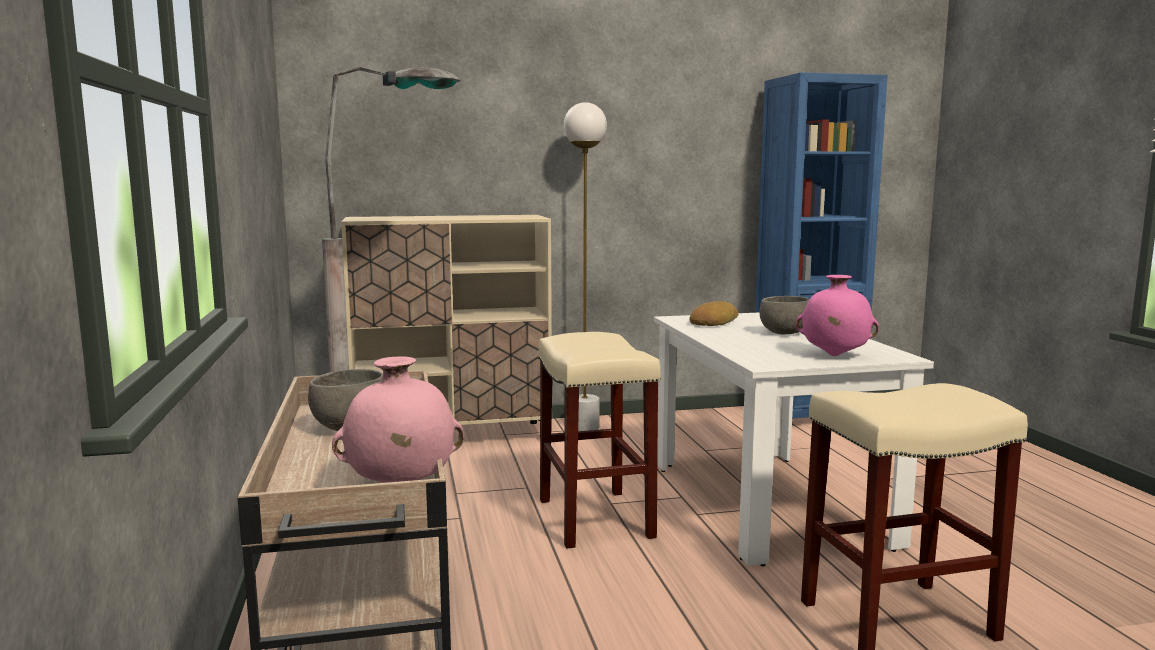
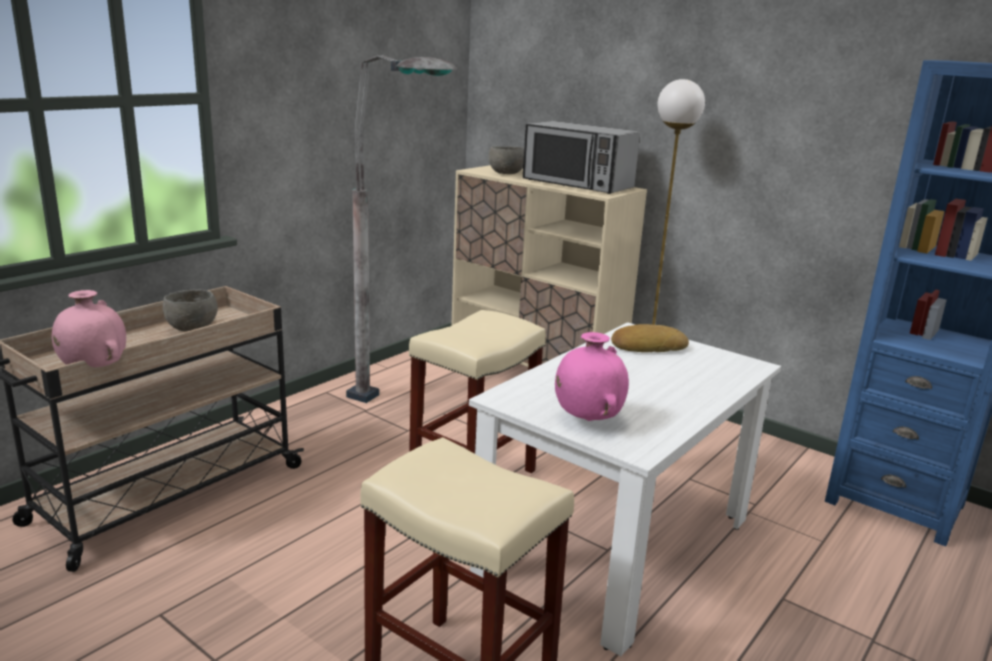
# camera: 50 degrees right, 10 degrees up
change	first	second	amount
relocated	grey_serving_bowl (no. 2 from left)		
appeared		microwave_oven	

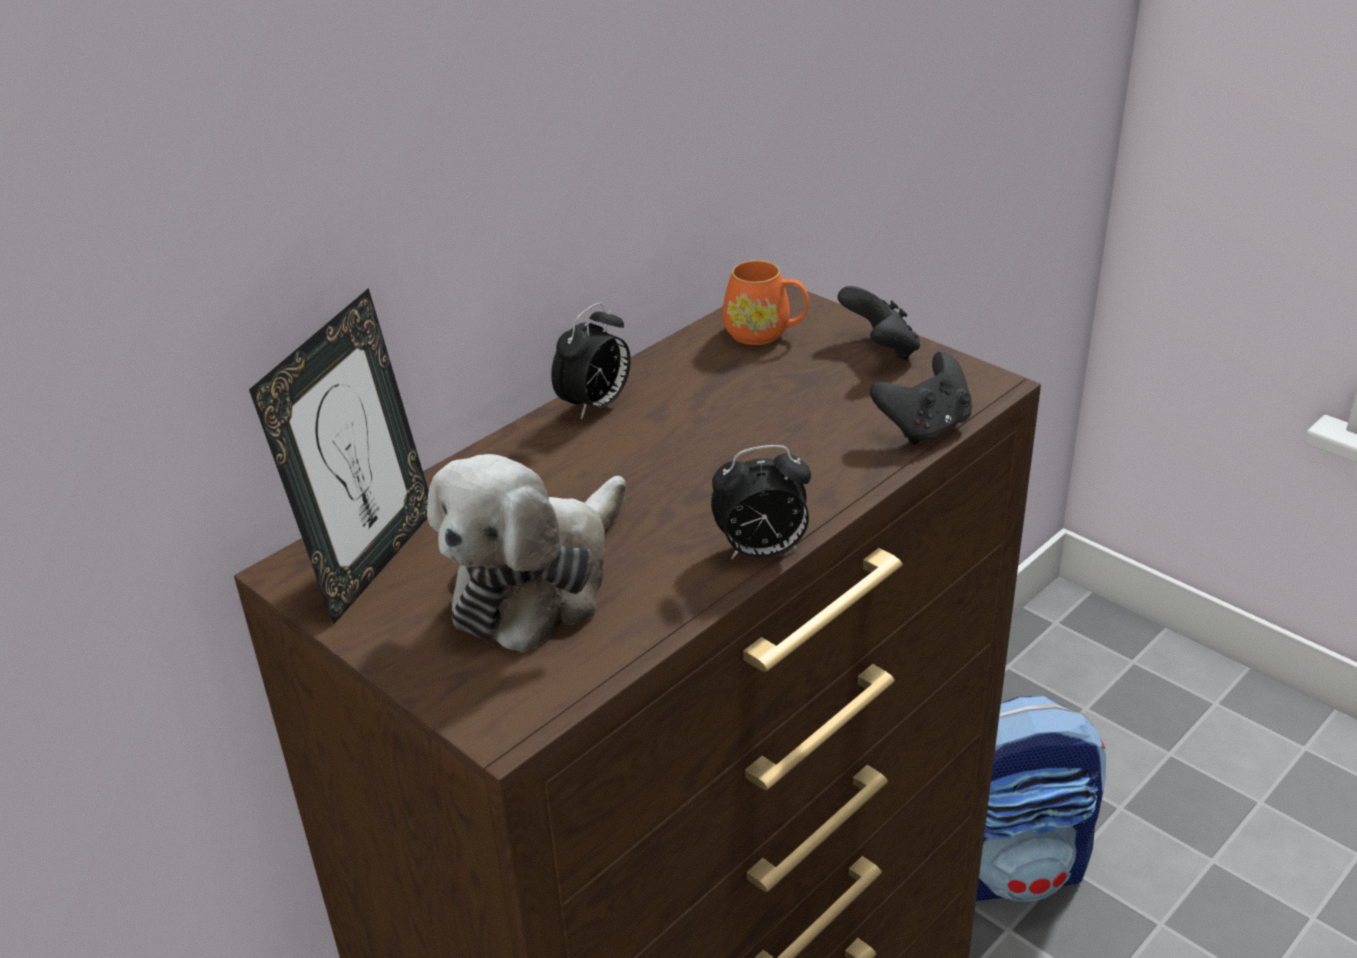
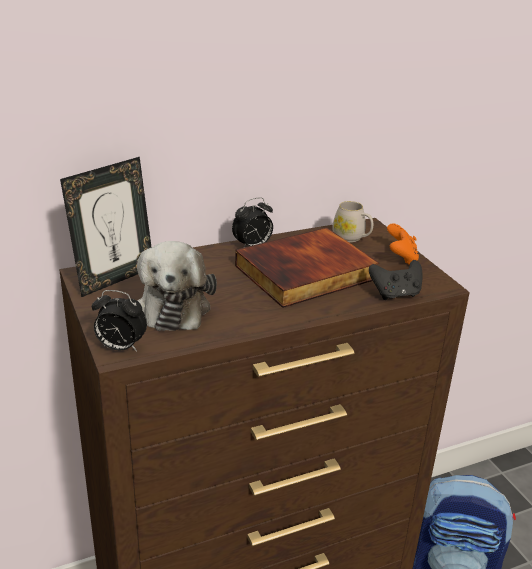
# camera: 20 degrees right, 5 degrees down
change	first	second	amount
relocated	bedside_clock (no. 2 from left in the first image)	bedside_clock (no. 1 from left)	
spun	plush_toy		60 degrees counterclockwise
appeared		book	
colour	orange_coffee_mug	whitish_coffee_mug	
colour	black-coloured_gamepad (no. 1 from left)	orange_gamepad	

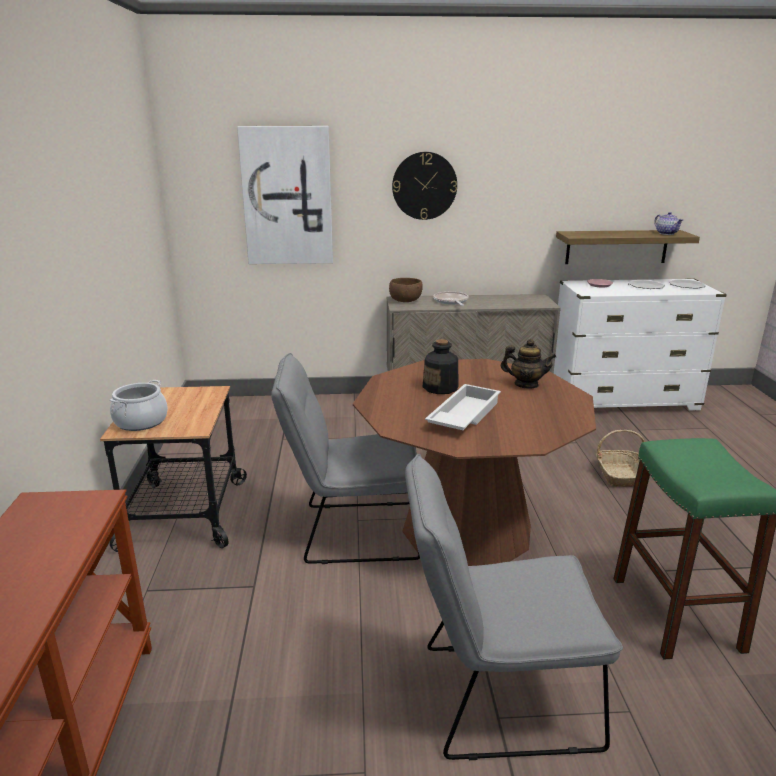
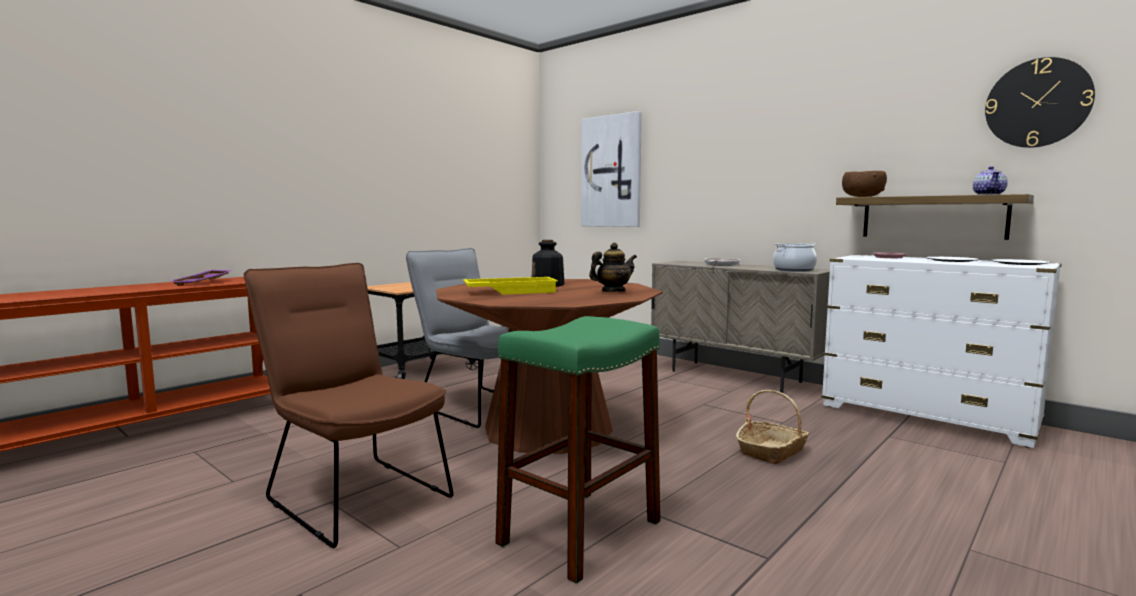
# camera: 45 degrees right, 15 degrees down
change	first	second	amount
appeared		purple-coloured_carrying_tray	
colour	grey_plain_chair (no. 2 from left)	brownish_plain_chair	
colour	whitish_carrying_tray	yellow_carrying_tray	
spun	tea_pot (no. 1 from left)		90 degrees counterclockwise
relocated	cooking_pot		
relocated	brownish_serving_bowl		
relocated	hanging_clock		

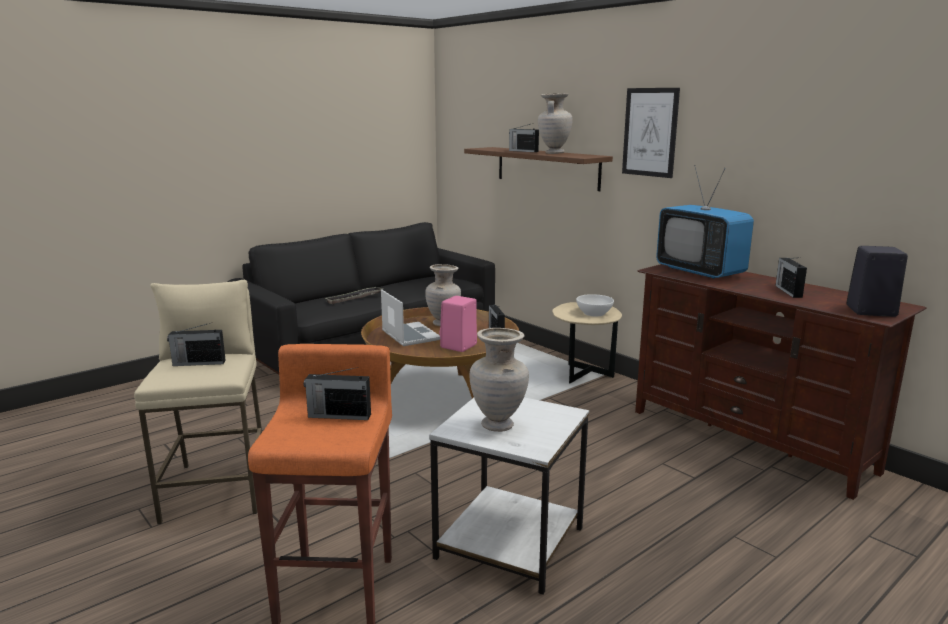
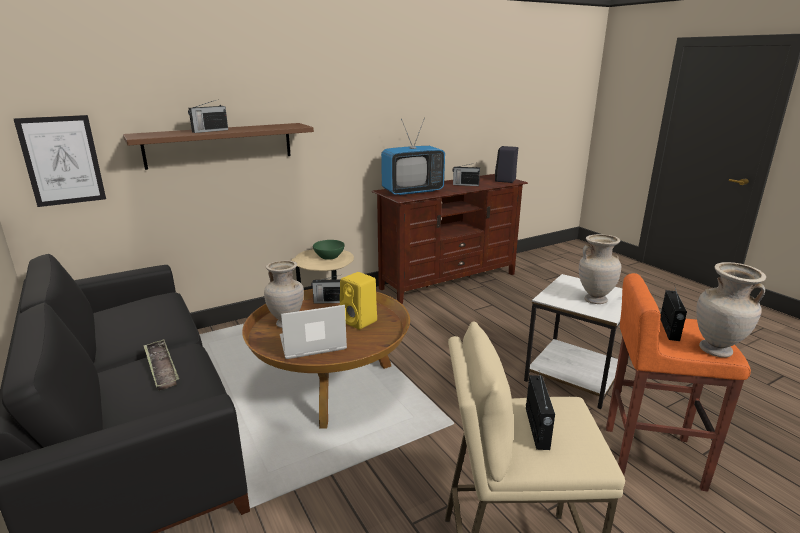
# camera: 80 degrees left, 5 degrees up
change	first	second	amount
relocated	wall_picture		
colour	whitish_serving_bowl	green_serving_bowl	
colour	pinkish_speaker	yellow_speaker	
relocated	beige_decorative_vase (no. 3 from left)		

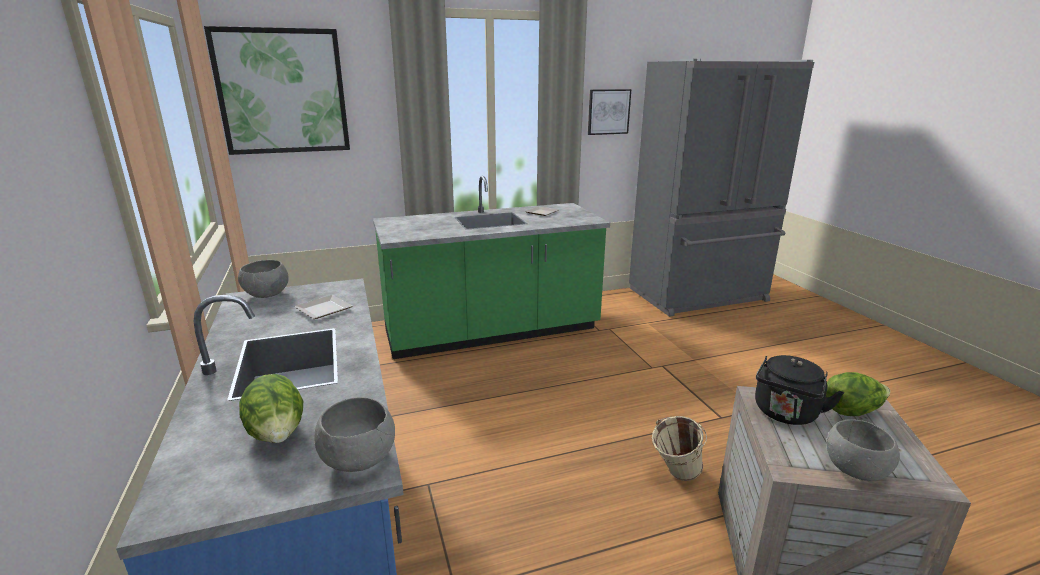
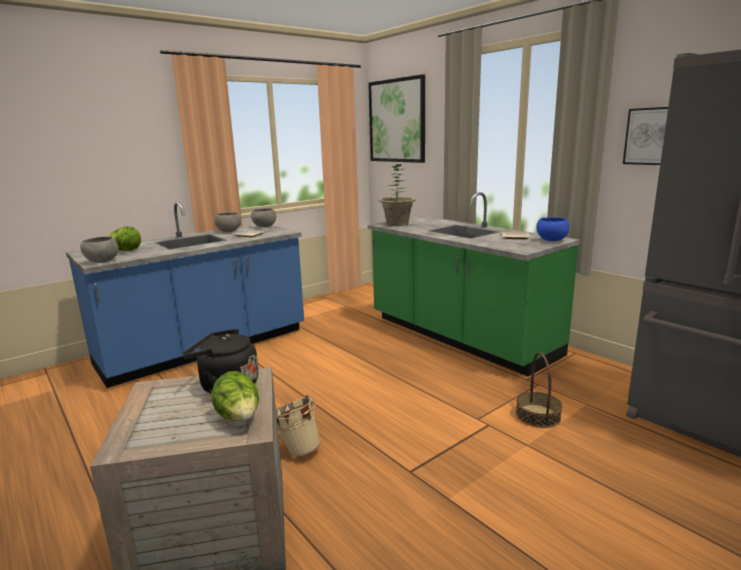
# camera: 70 degrees right, 5 degrees down
change	first	second	amount
relocated	grey_serving_bowl (no. 3 from left in the first image)	grey_serving_bowl (no. 2 from left)	
appeared		houseplant	
appeared		storage_basket	
appeared		bluish_serving_bowl	

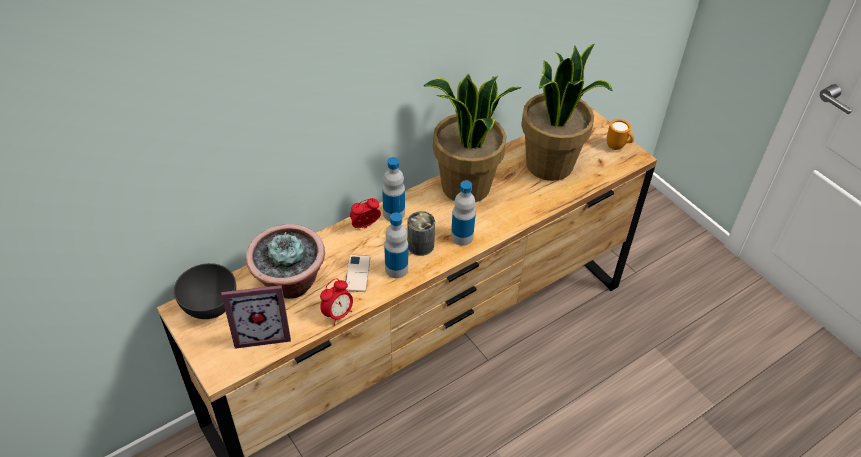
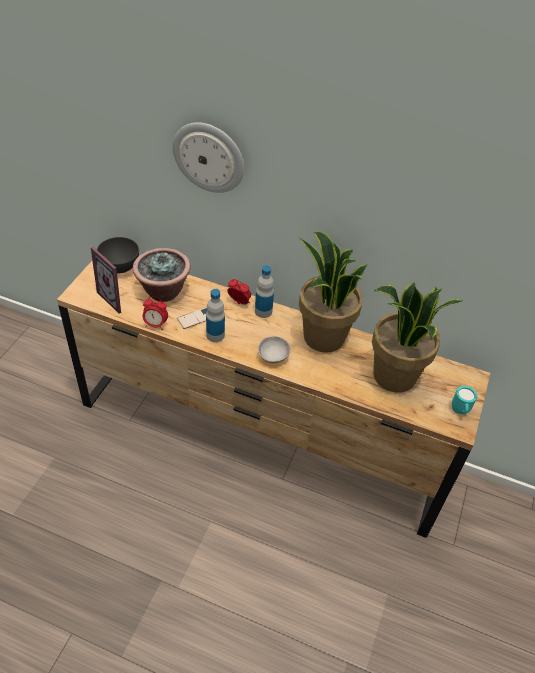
# camera: 55 degrees right, 0 degrees up
change	first	second	amount
appeared		hanging_clock	
exchanged	drink_bottle (no. 3 from left)	grey_serving_bowl (no. 2 from left)	
colour	orange_coffee_mug	blue-green_coffee_mug	
missing	sealed_can		

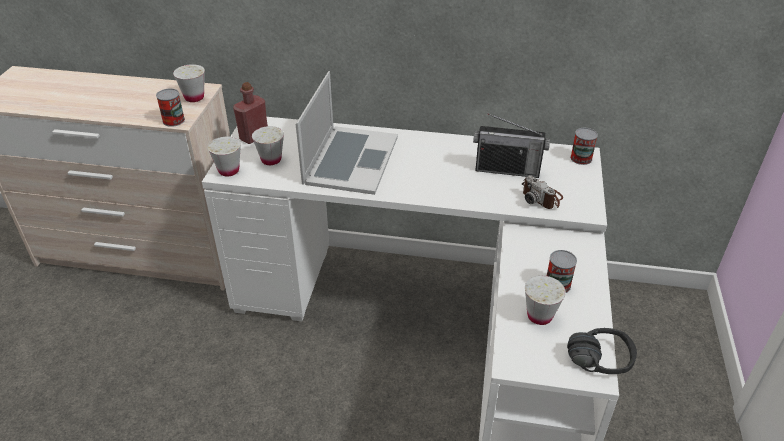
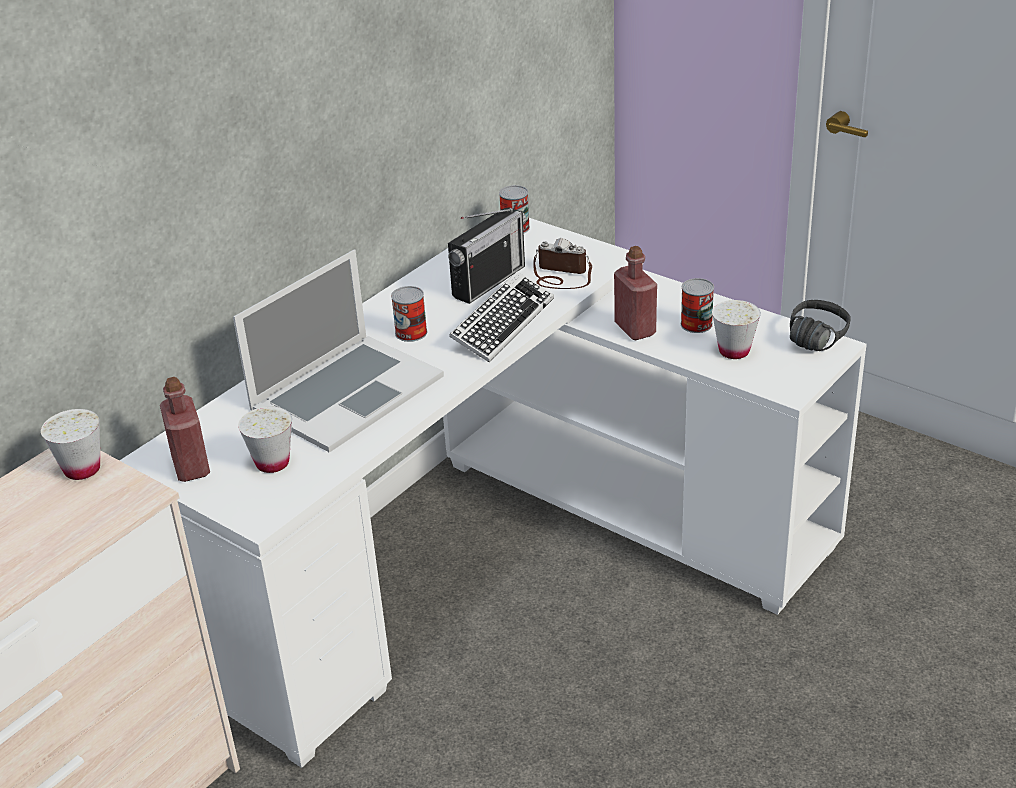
# camera: 60 degrees left, 5 degrees down
change	first	second	amount
spun	laptop		90 degrees clockwise
relocated	sealed_can (no. 1 from left)		
appeared		computer_keyboard	
spun	photo_camera		150 degrees counterclockwise
appeared		red-coloured_drink_bottle (no. 2 from left)	
missing	whitish_cup (no. 2 from left)		

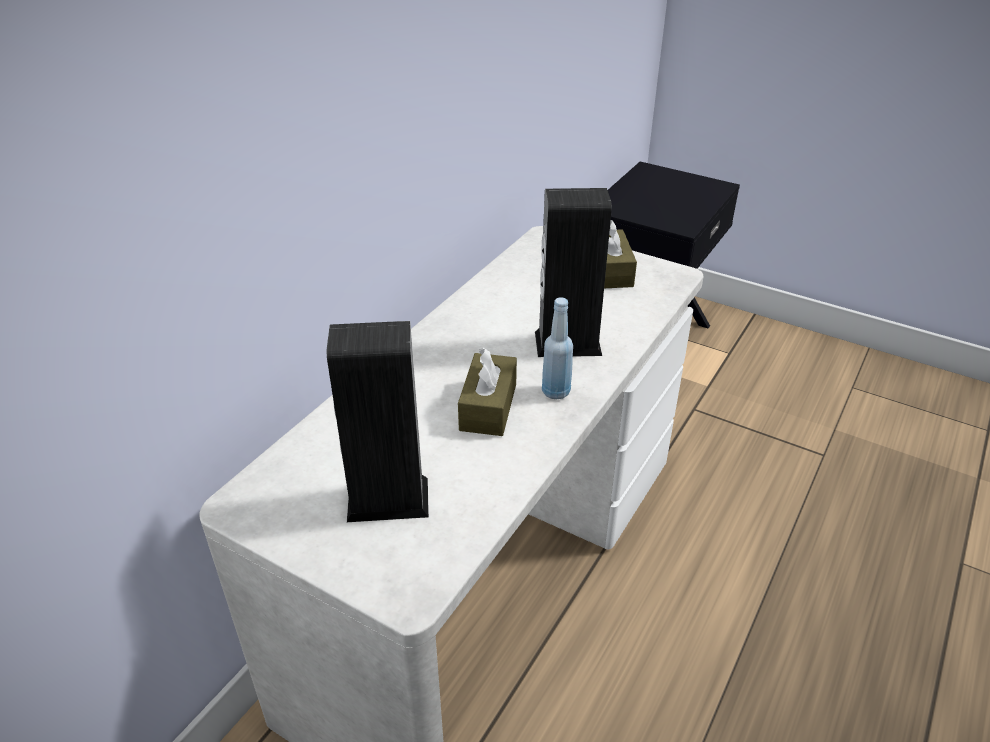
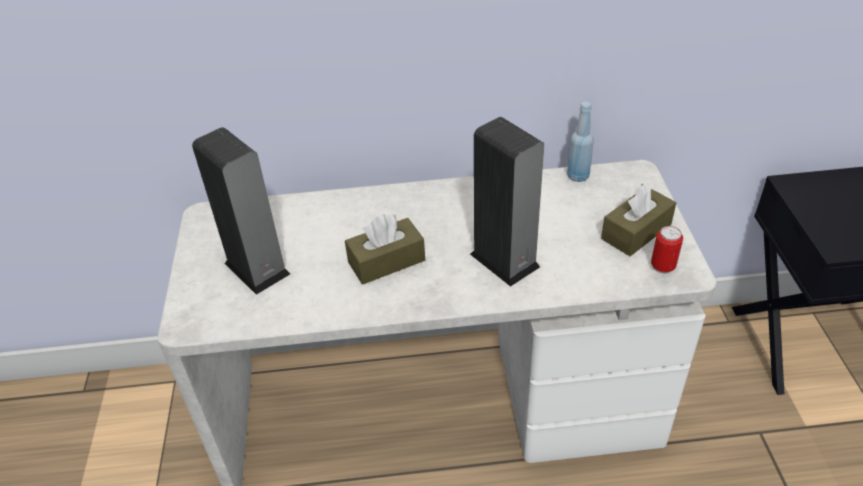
# camera: 55 degrees right, 5 degrees up
change	first	second	amount
relocated	bluish_drink_bottle		
appeared		sealed_can	

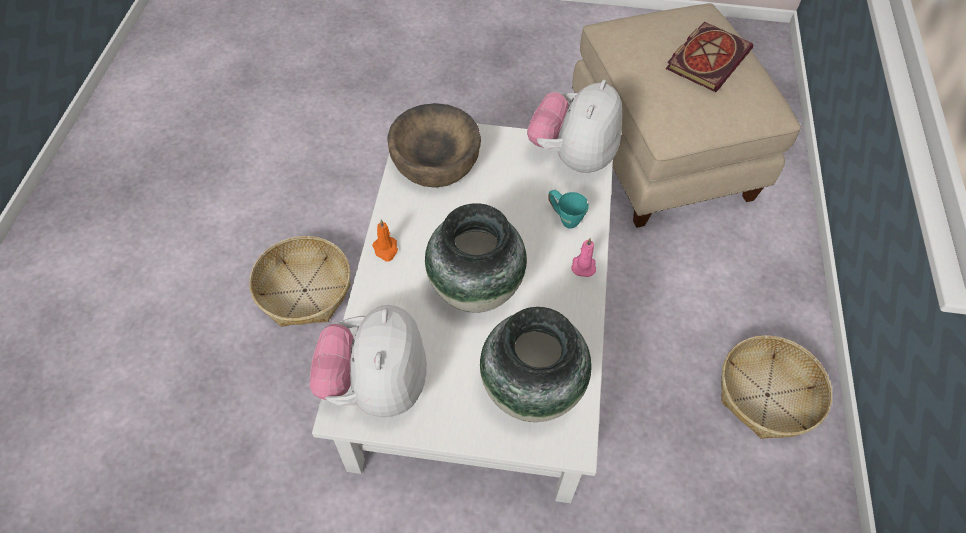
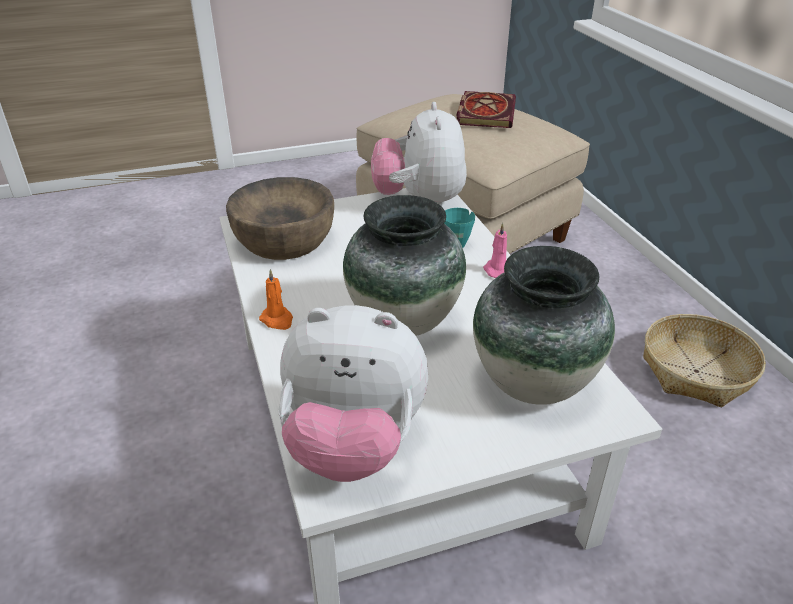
# camera: 25 degrees left, 20 degrees down
change	first	second	amount
spun	plush_toy (no. 1 from left)		60 degrees counterclockwise
missing	storage_basket (no. 1 from left)		

